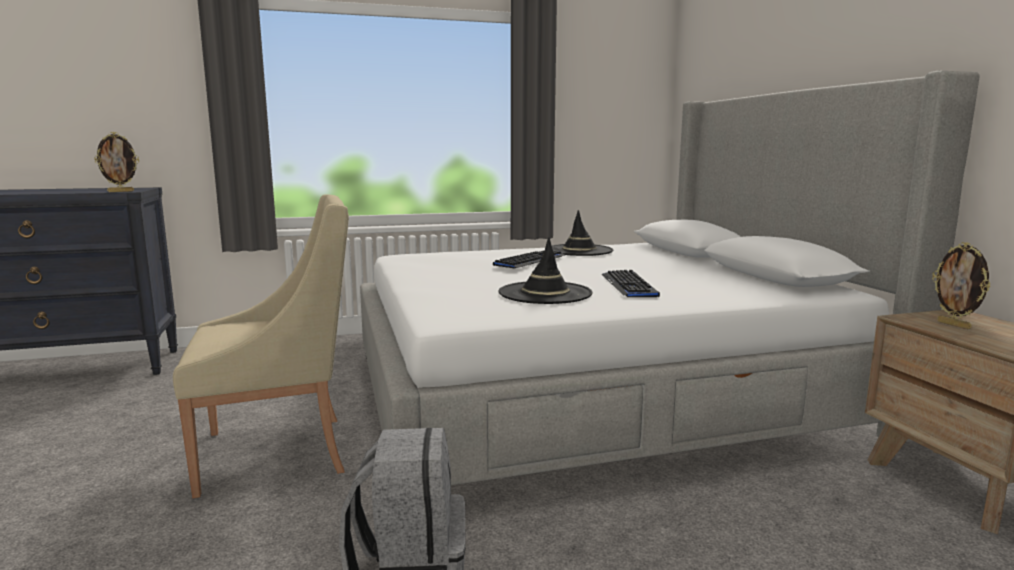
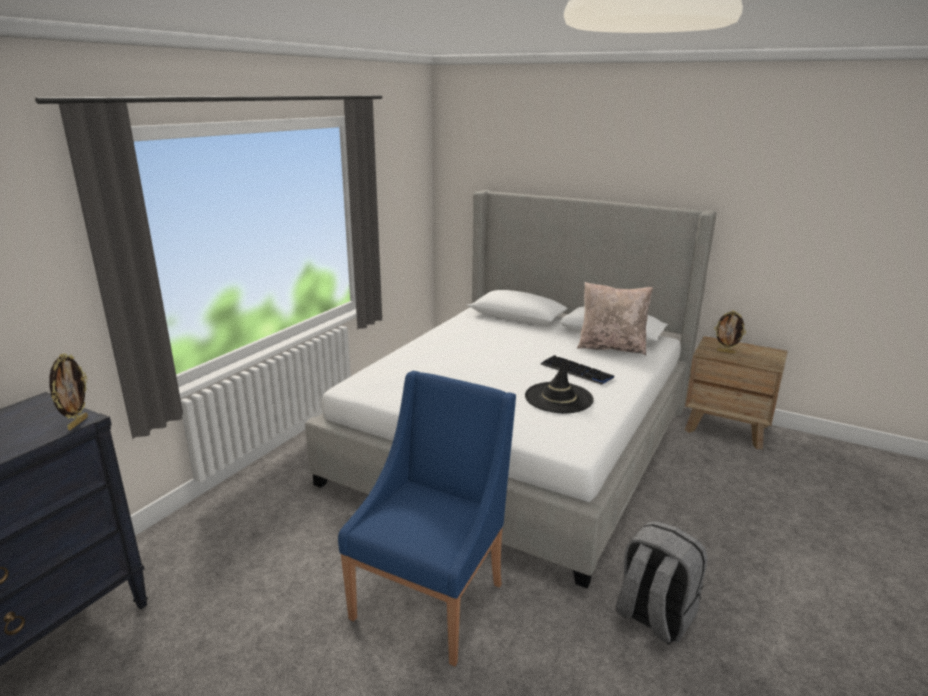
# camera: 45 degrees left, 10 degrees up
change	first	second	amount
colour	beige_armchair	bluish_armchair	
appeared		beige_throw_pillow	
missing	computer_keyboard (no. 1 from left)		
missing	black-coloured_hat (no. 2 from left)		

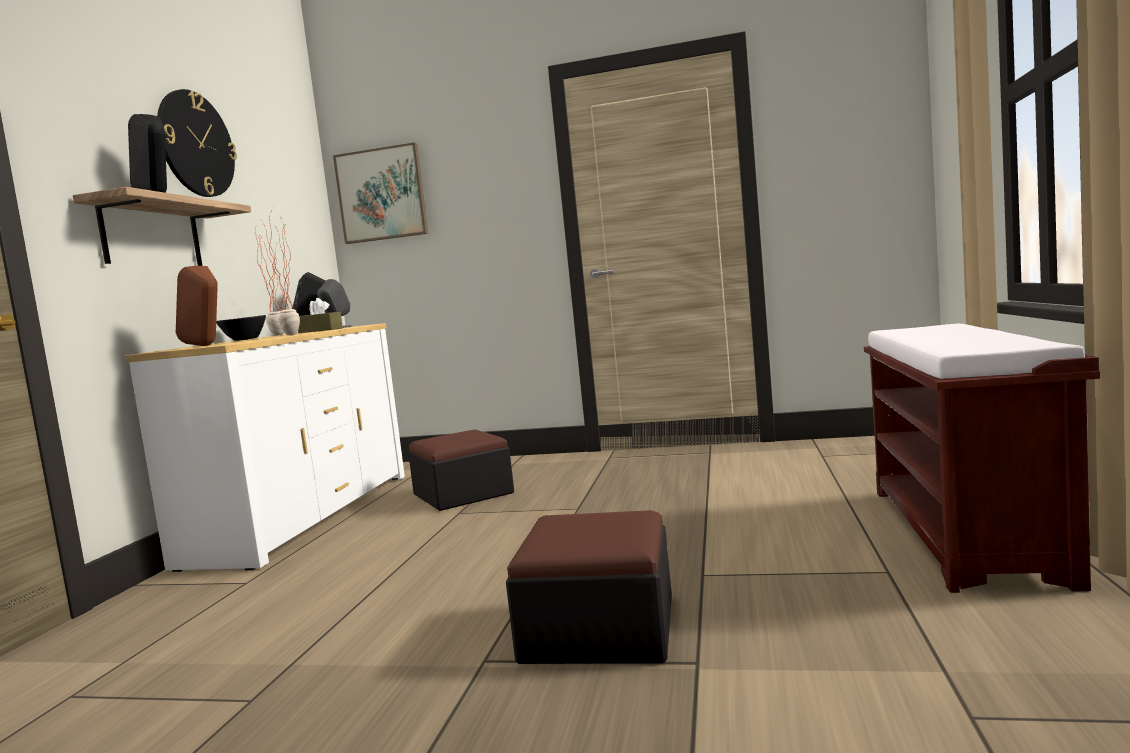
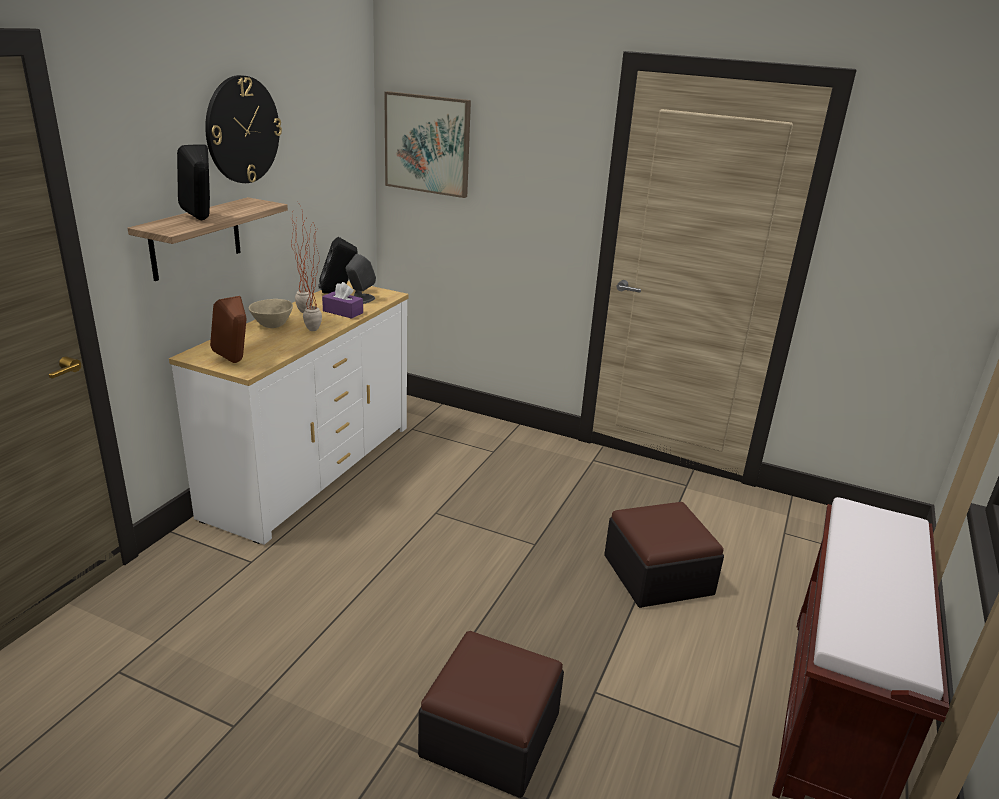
# camera: 10 degrees right, 20 degrees up
change	first	second	amount
colour	black-coloured_serving_bowl	beige_serving_bowl	
colour	brownish_tissue_holder	purple-coloured_tissue_holder	
relocated	footrest (no. 1 from left in the first image)	footrest (no. 2 from left)	

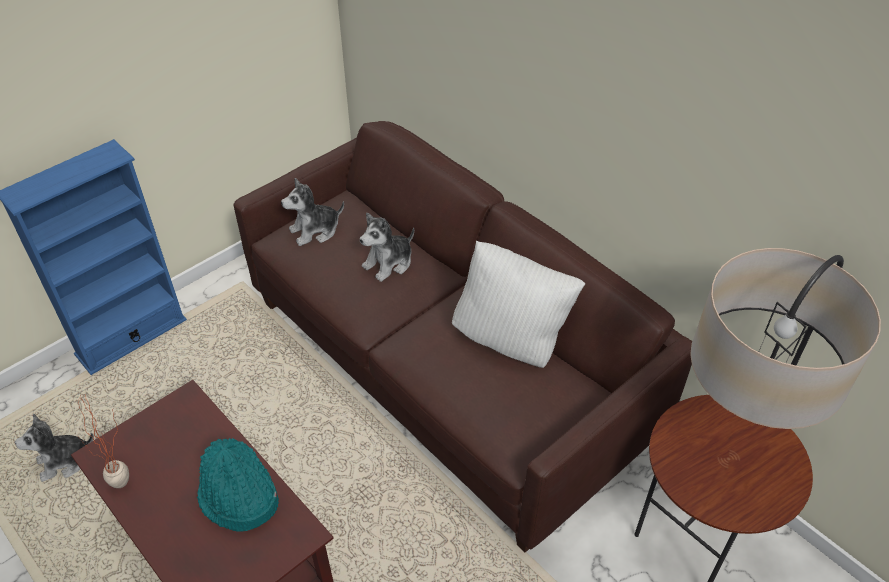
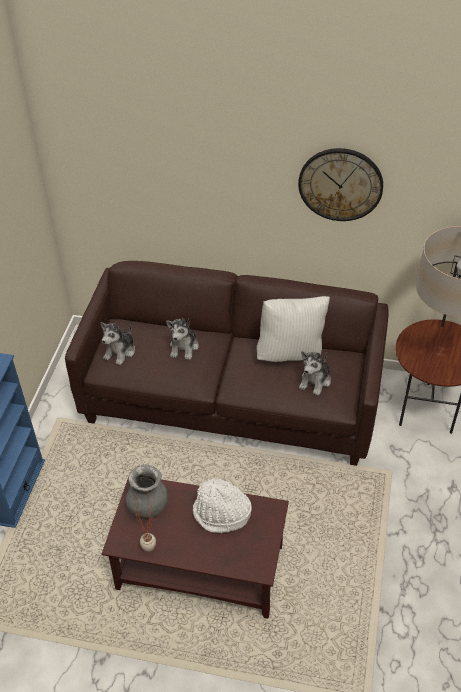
# camera: 35 degrees left, 0 degrees up
change	first	second	amount
appeared		grey_decorative_vase	
colour	blue-green_hat	whitish_hat	
appeared		hanging_clock	
relocated	plush_toy (no. 1 from left in the first image)	plush_toy (no. 3 from left)	

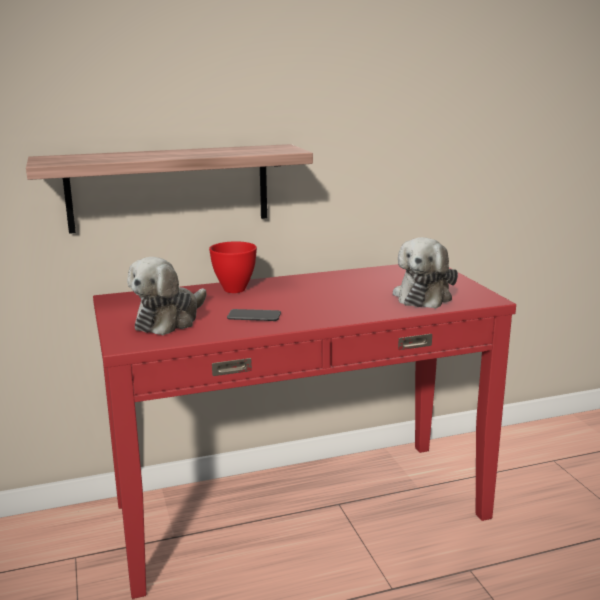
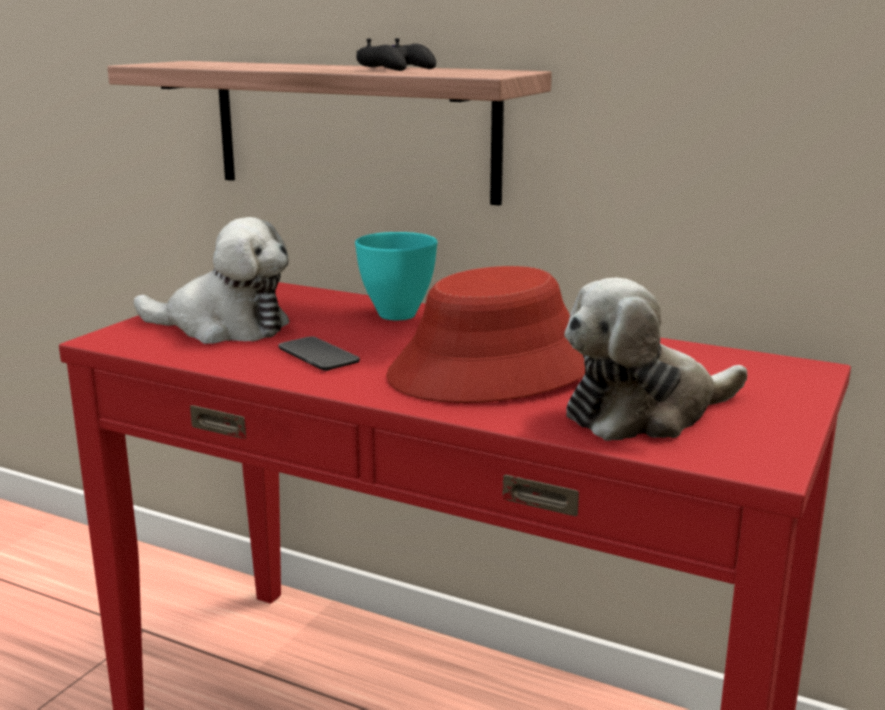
# camera: 45 degrees right, 0 degrees up
change	first	second	amount
spun	plush_toy (no. 1 from left)		150 degrees counterclockwise
colour	red-coloured_serving_bowl	blue-green_serving_bowl	
appeared		black-coloured_gamepad	
appeared		red-coloured_hat	

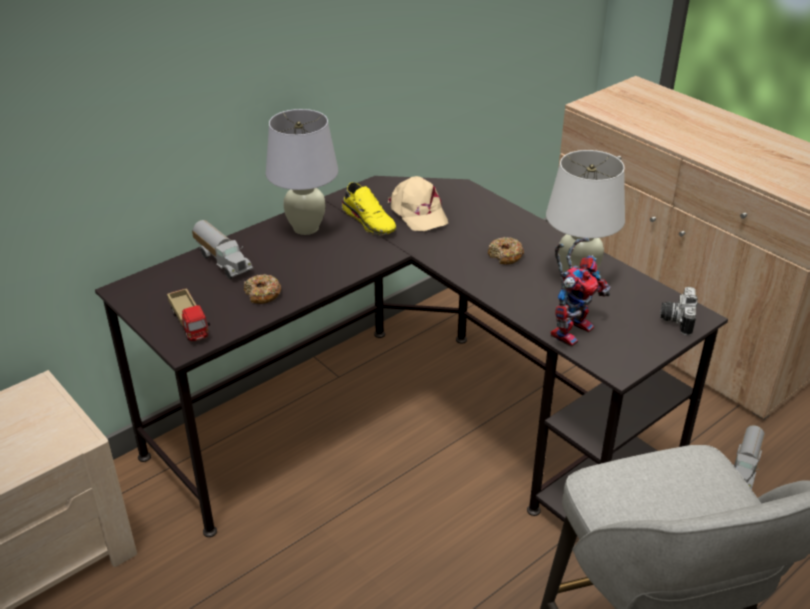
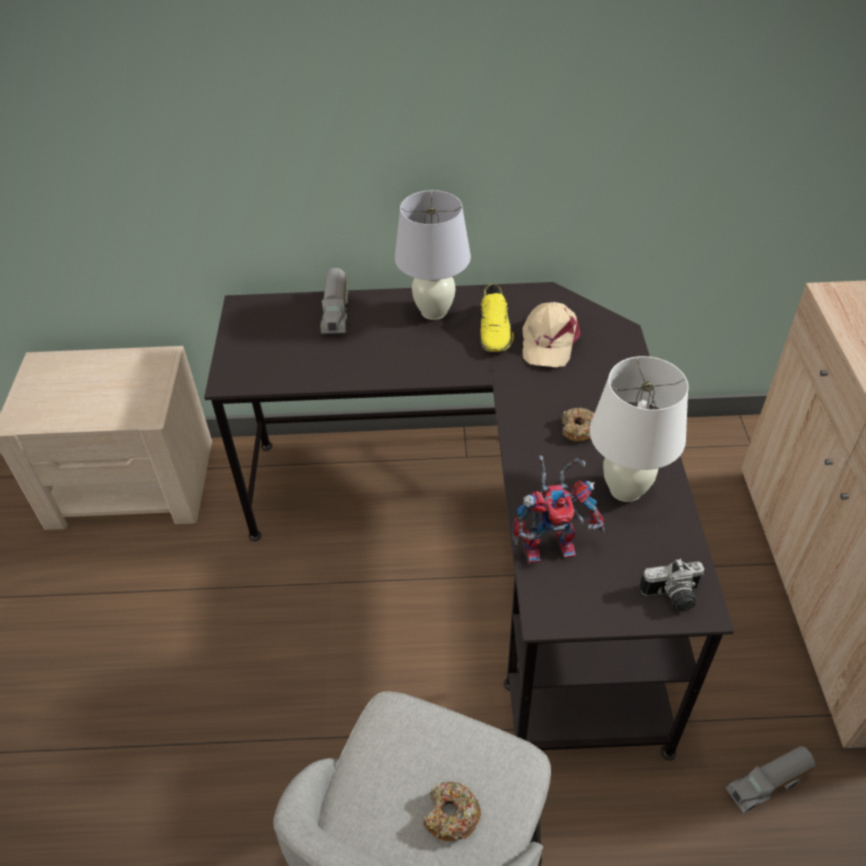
# camera: 40 degrees right, 10 degrees up
change	first	second	amount
relocated	ring_doughnut (no. 1 from left)		
spun	photo_camera		150 degrees counterclockwise
missing	model_truck (no. 1 from left)		

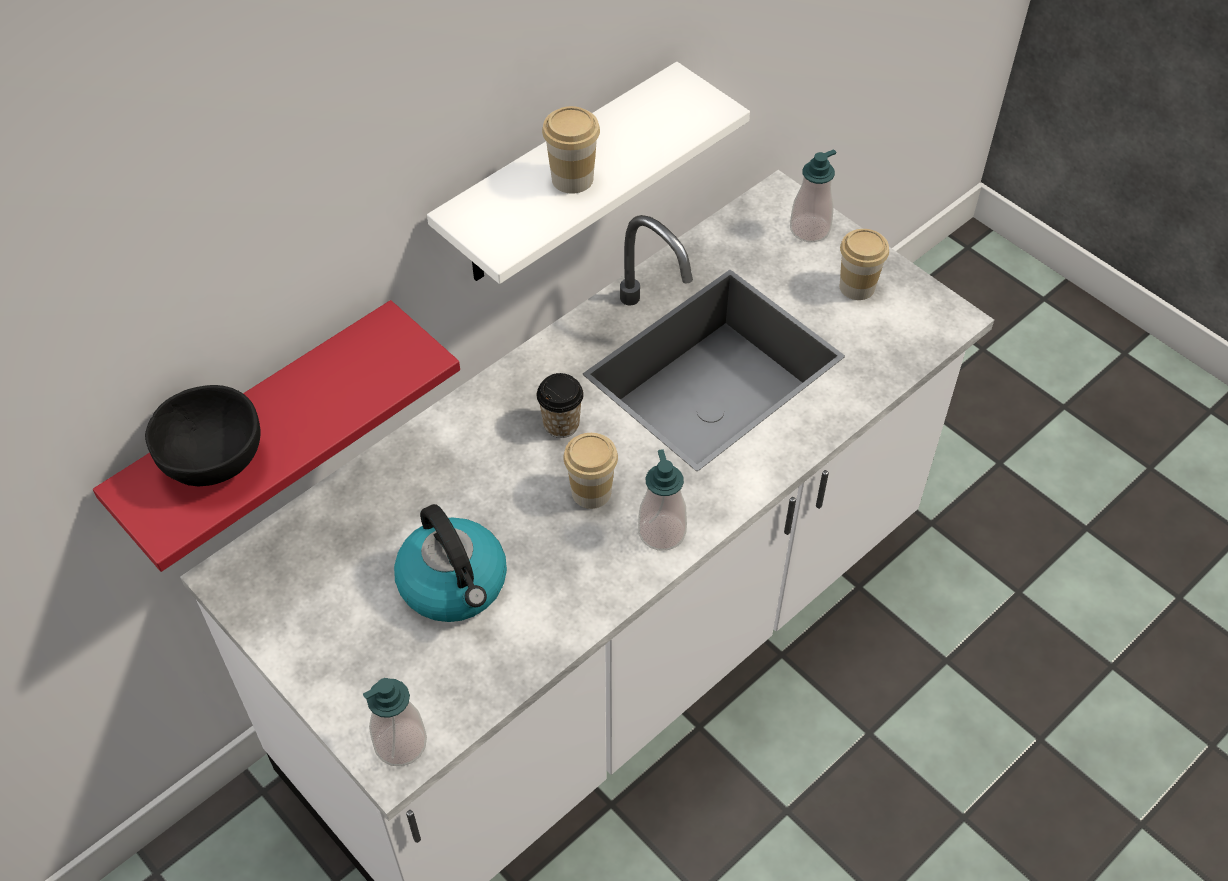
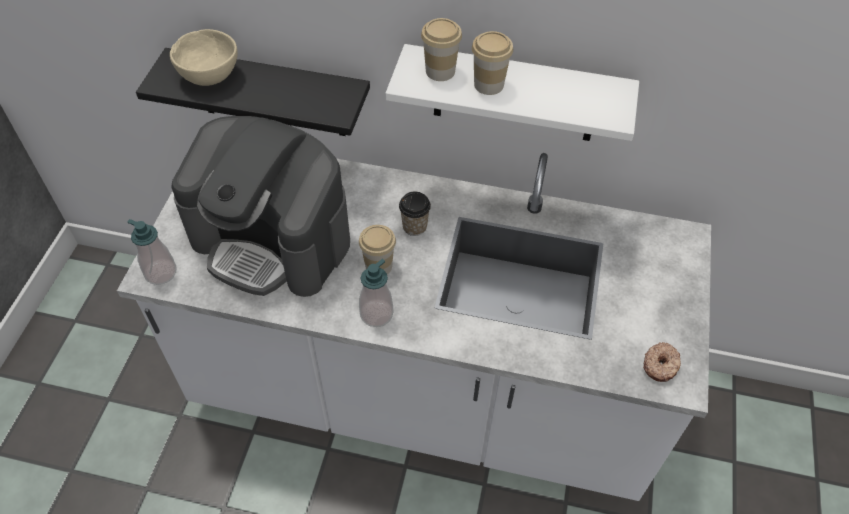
# camera: 55 degrees right, 0 degrees up
change	first	second	amount
colour	red-coloured_wall_shelf	black-coloured_wall_shelf	
colour	black-coloured_serving_bowl	beige_serving_bowl	
exchanged	tea_kettle	coffee_machine	
relocated	cup (no. 4 from left in the first image)	cup (no. 3 from left)	
appeared		ring_doughnut	
missing	liquid_soap_bottle (no. 3 from left)		

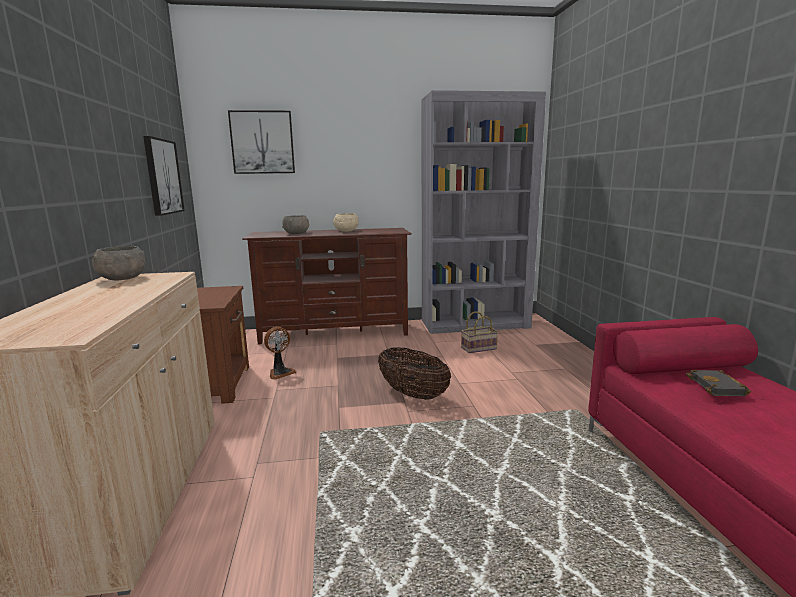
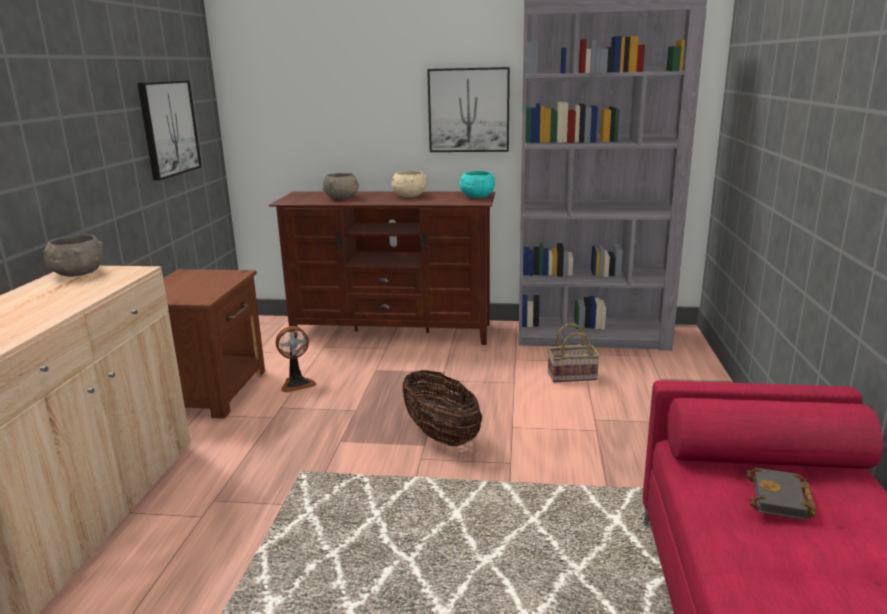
# camera: 15 degrees right, 5 degrees up
change	first	second	amount
relocated	wall_picture (no. 2 from left)		
appeared		blue-green_serving_bowl	

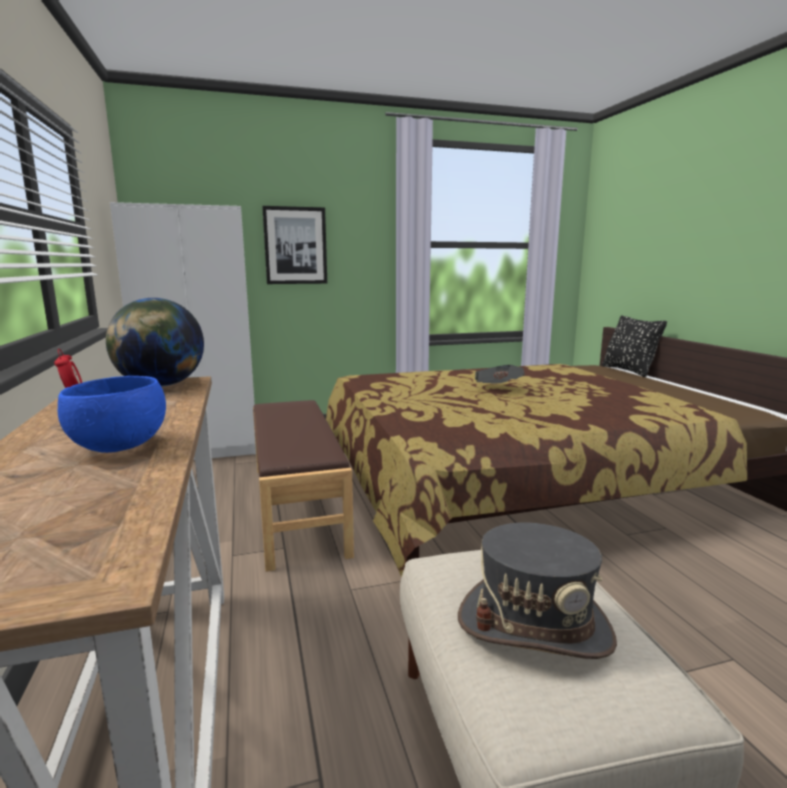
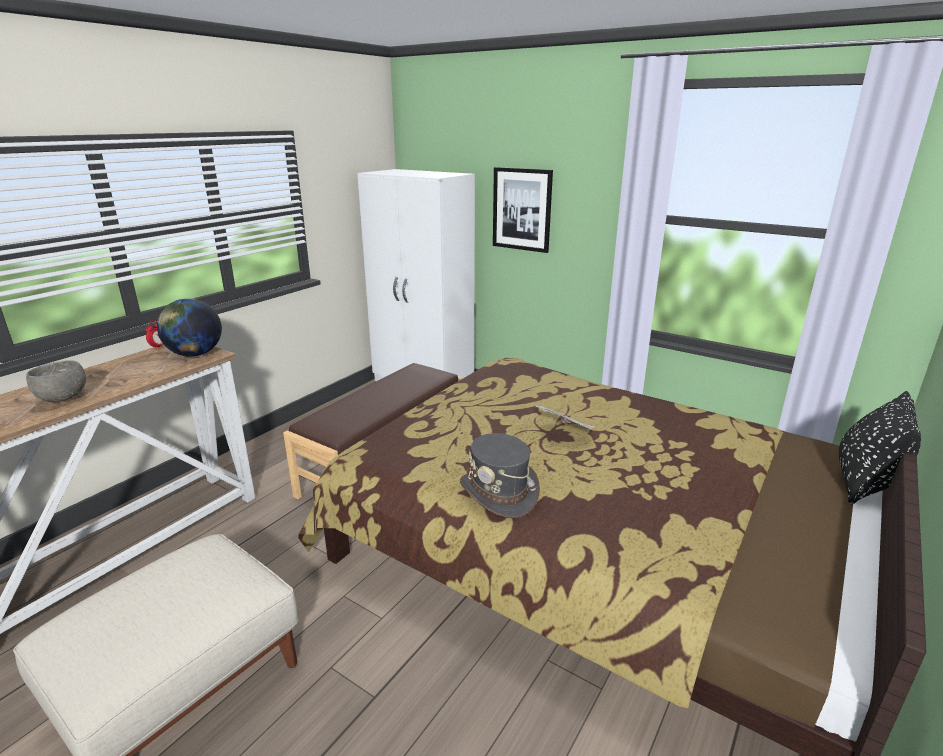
# camera: 50 degrees right, 10 degrees up
change	first	second	amount
colour	bluish_serving_bowl	grey_serving_bowl	
relocated	grey_hat		

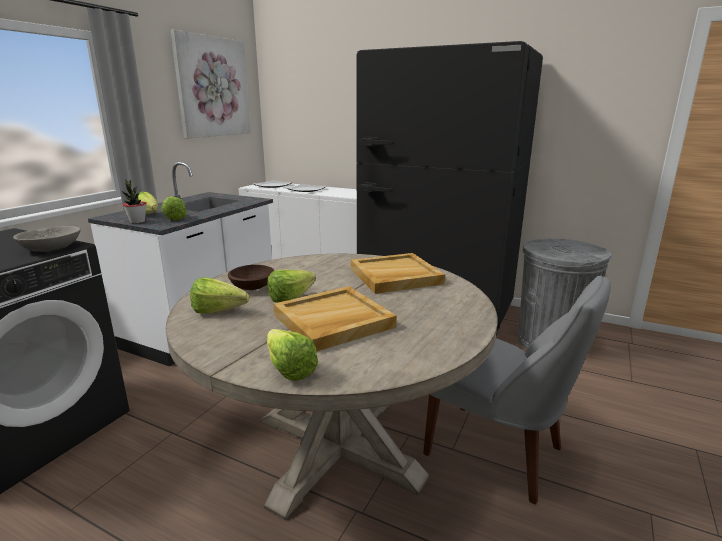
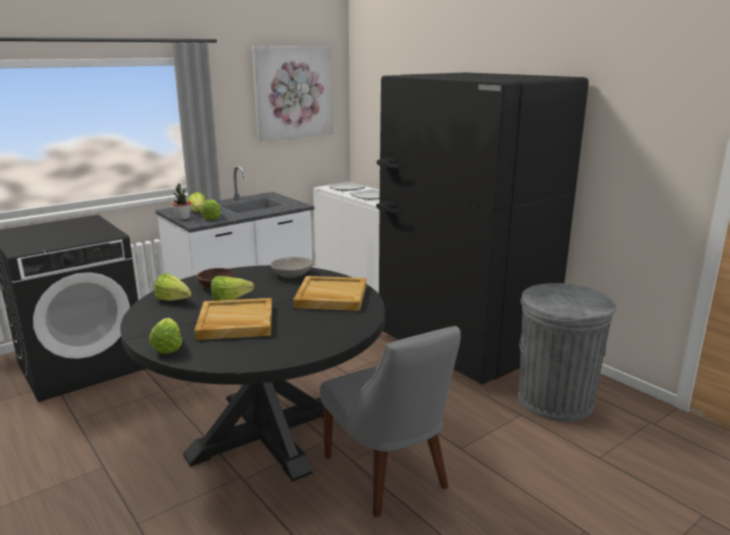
# camera: 25 degrees right, 0 degrees up
change	first	second	amount
colour	beige_dinner_table	black-coloured_dinner_table	
relocated	grey_serving_bowl		

